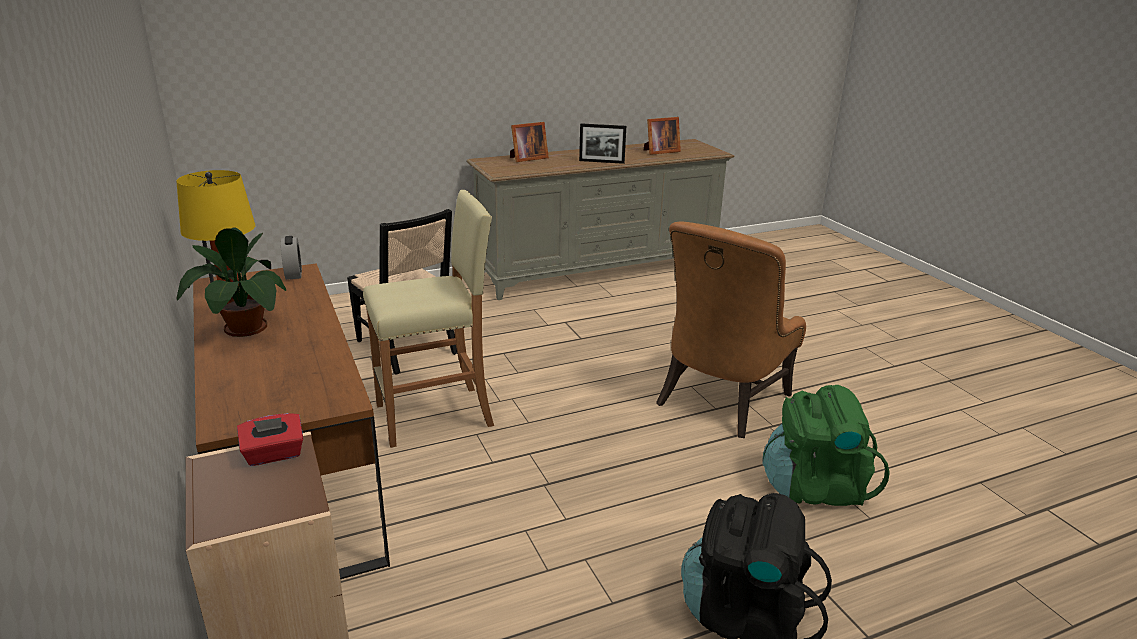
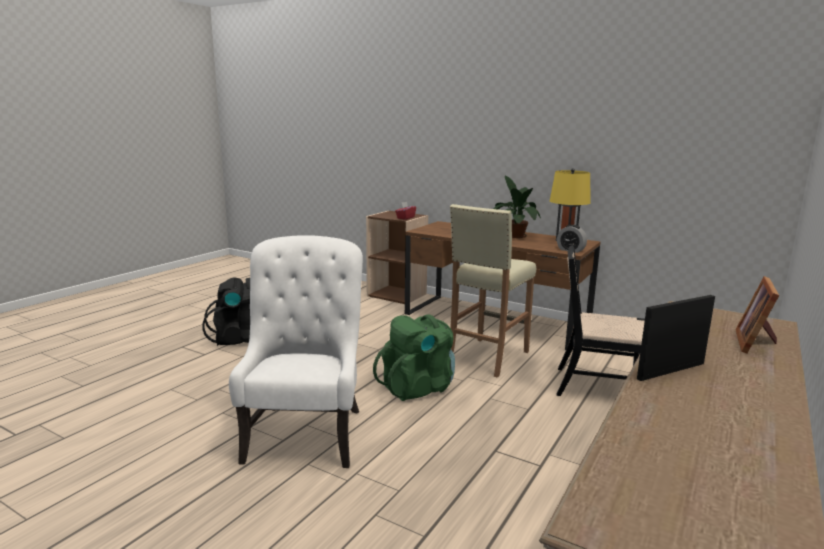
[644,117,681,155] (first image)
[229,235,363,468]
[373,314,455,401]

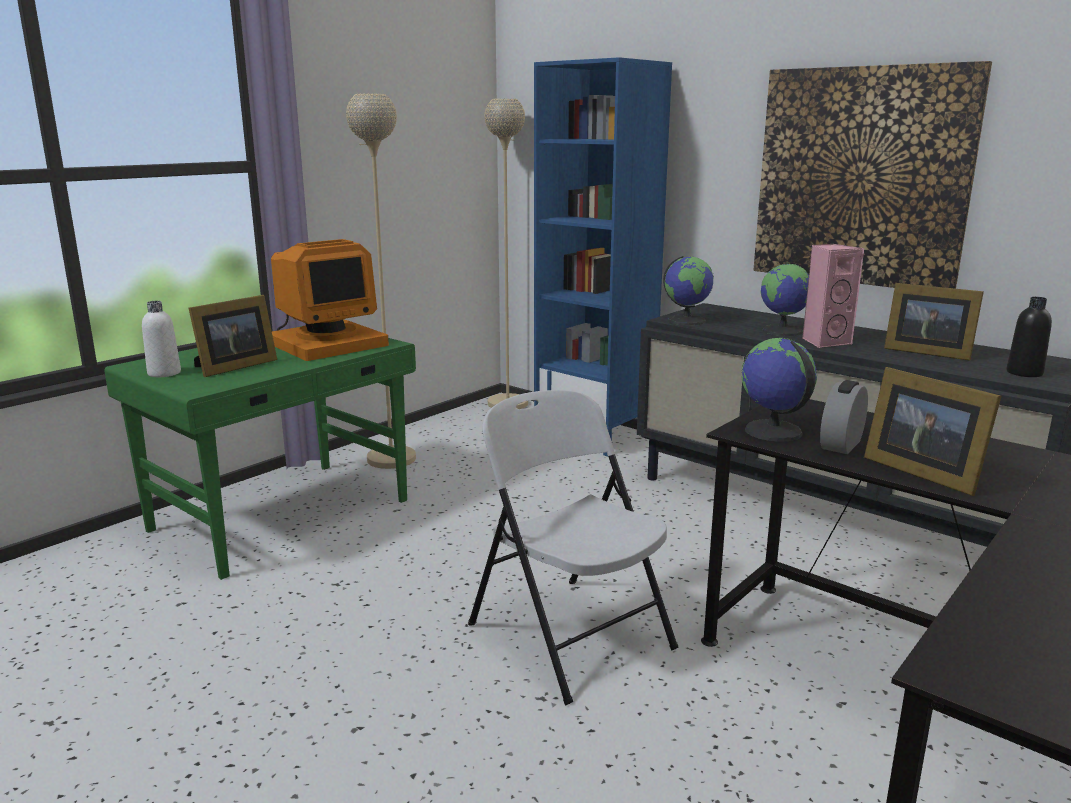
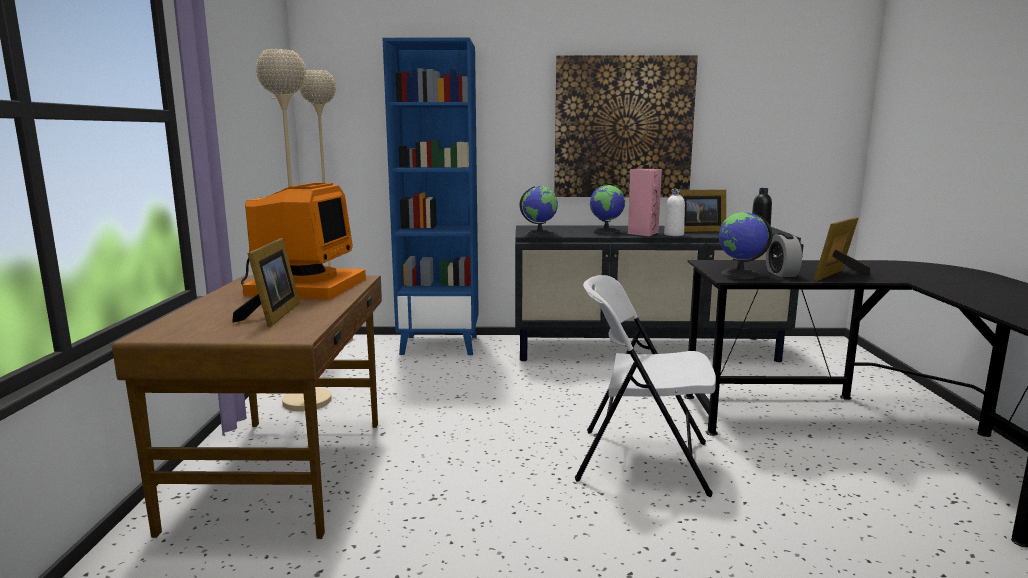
[664,189,685,236]
[112,275,382,539]
[814,217,870,281]

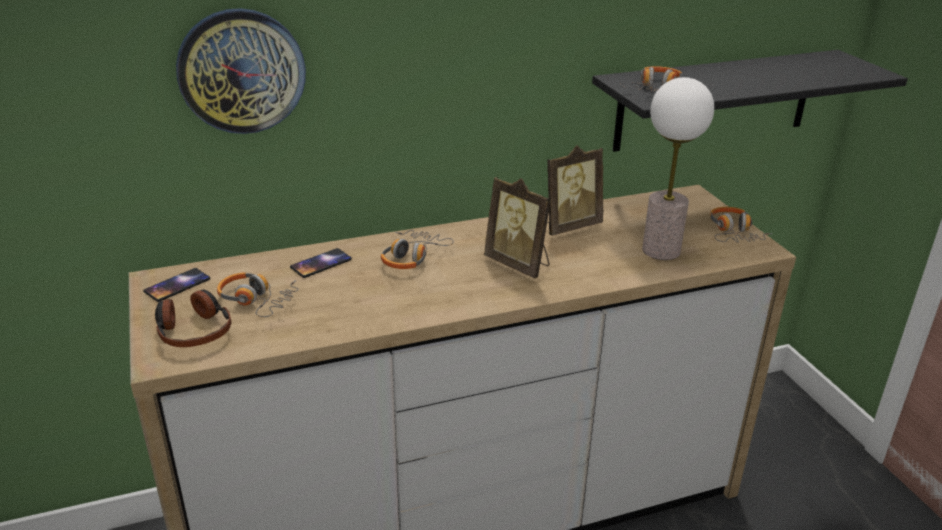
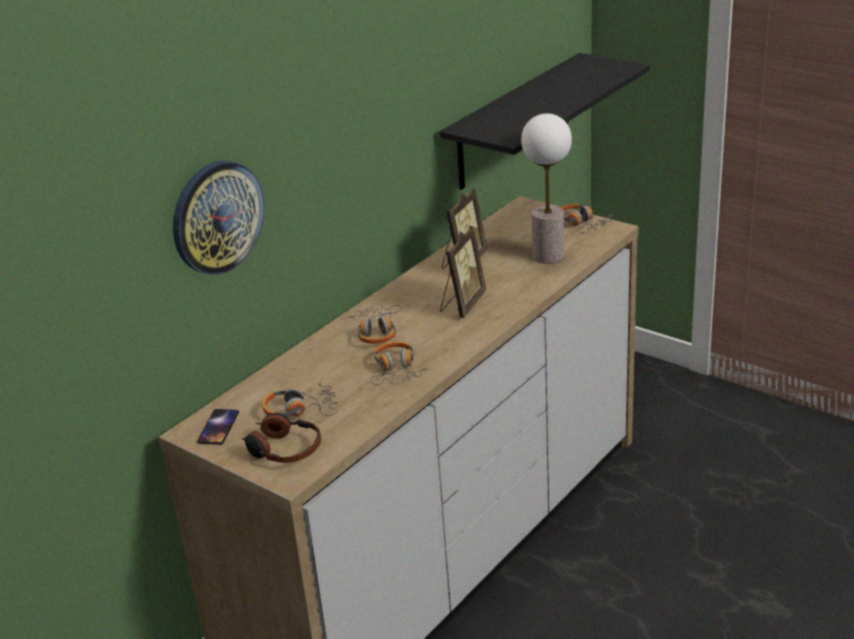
[370,342,430,385]
[440,226,486,318]
[290,248,352,278] (first image)

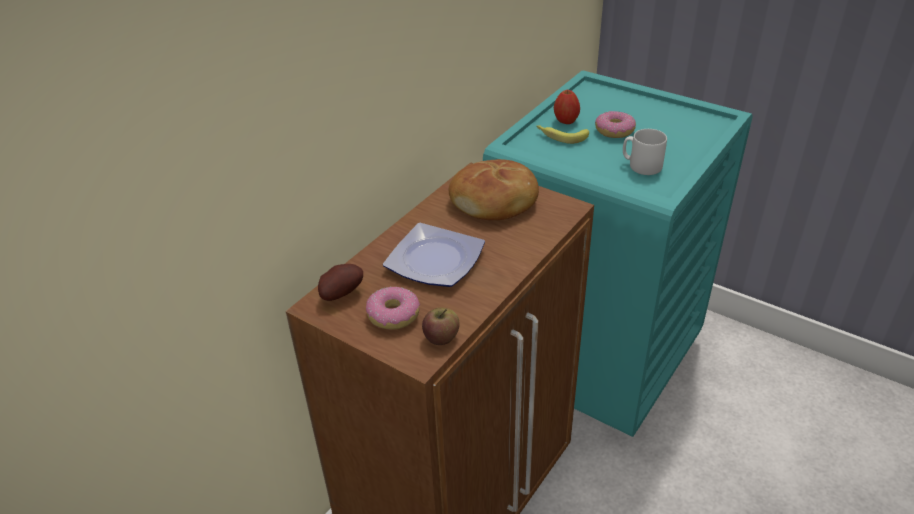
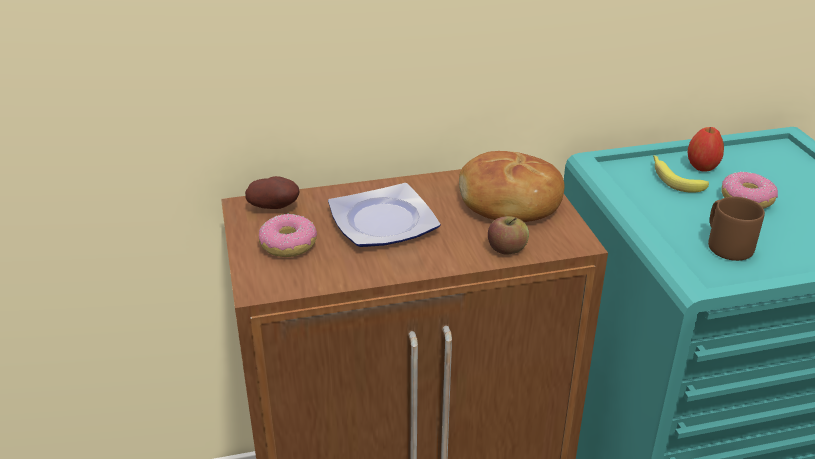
[708,197,765,261]
[488,216,529,255]

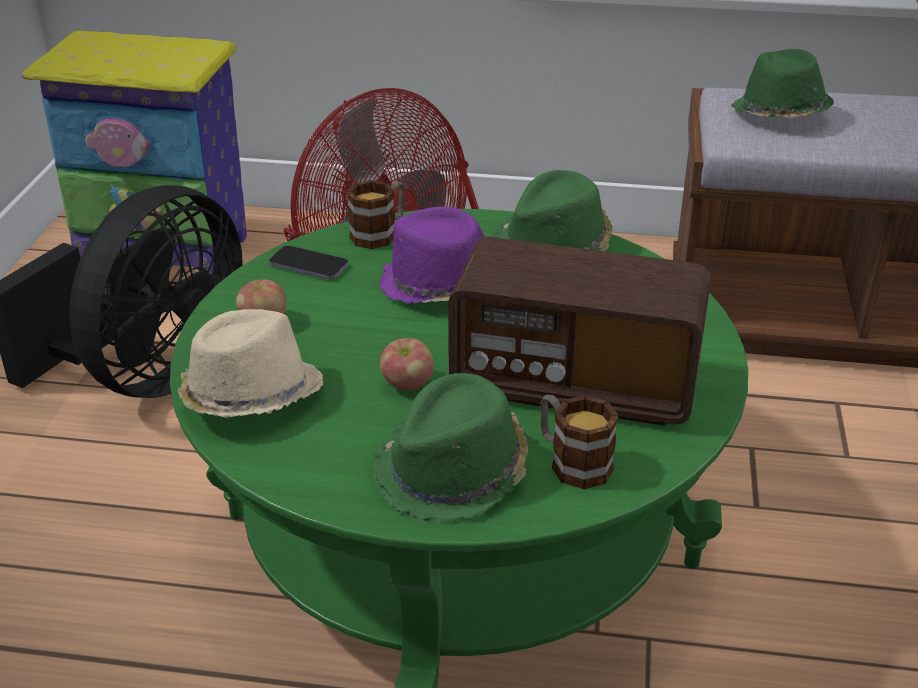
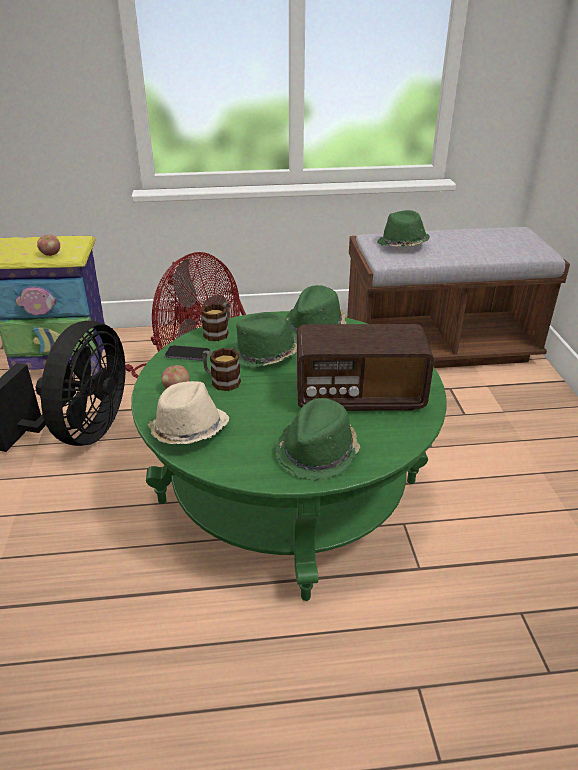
[230,312,297,368]
[37,235,60,256]
[202,348,241,391]

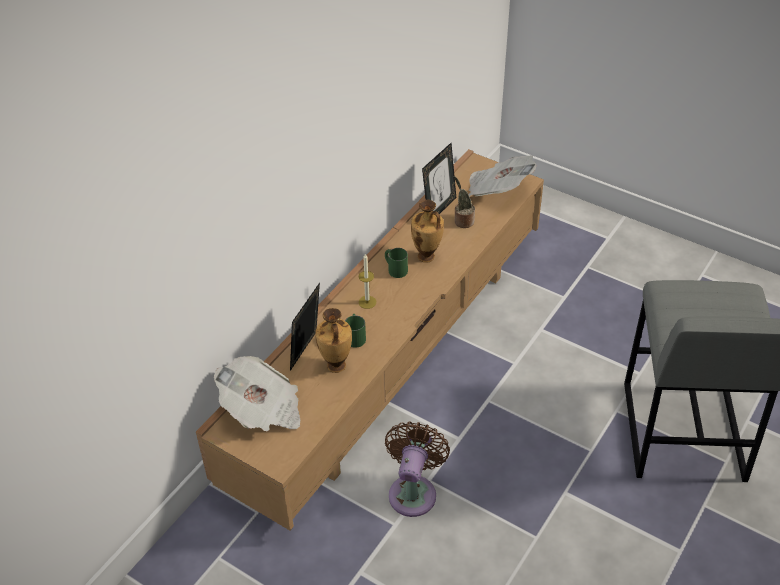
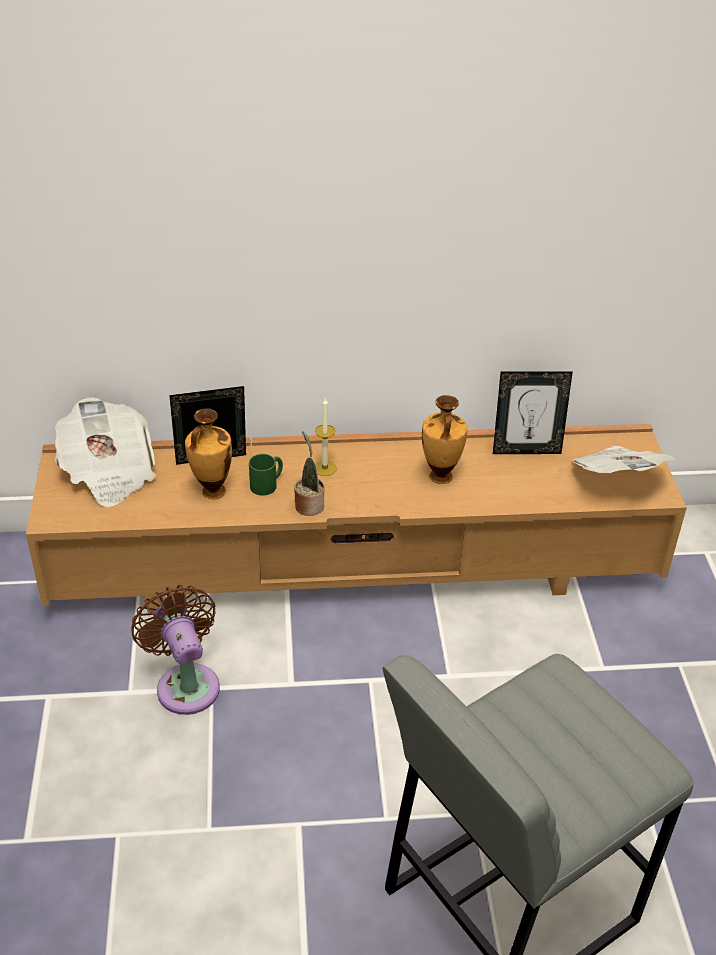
[294,431,324,516]
[385,248,408,278] (first image)
[131,585,220,715]

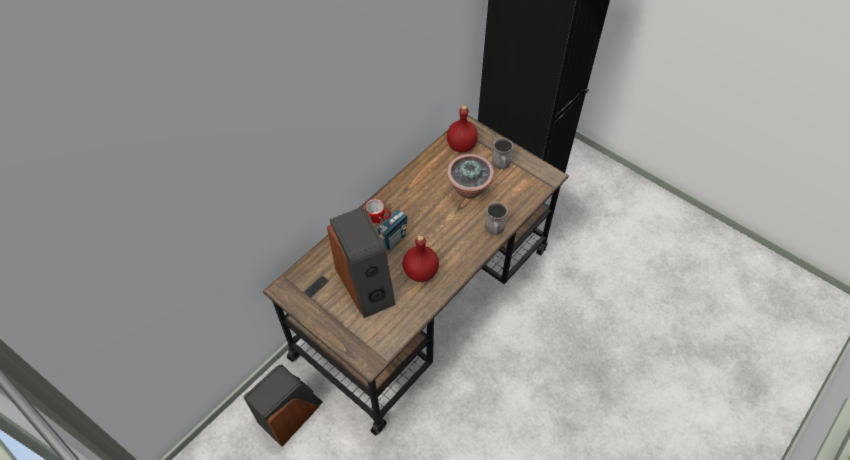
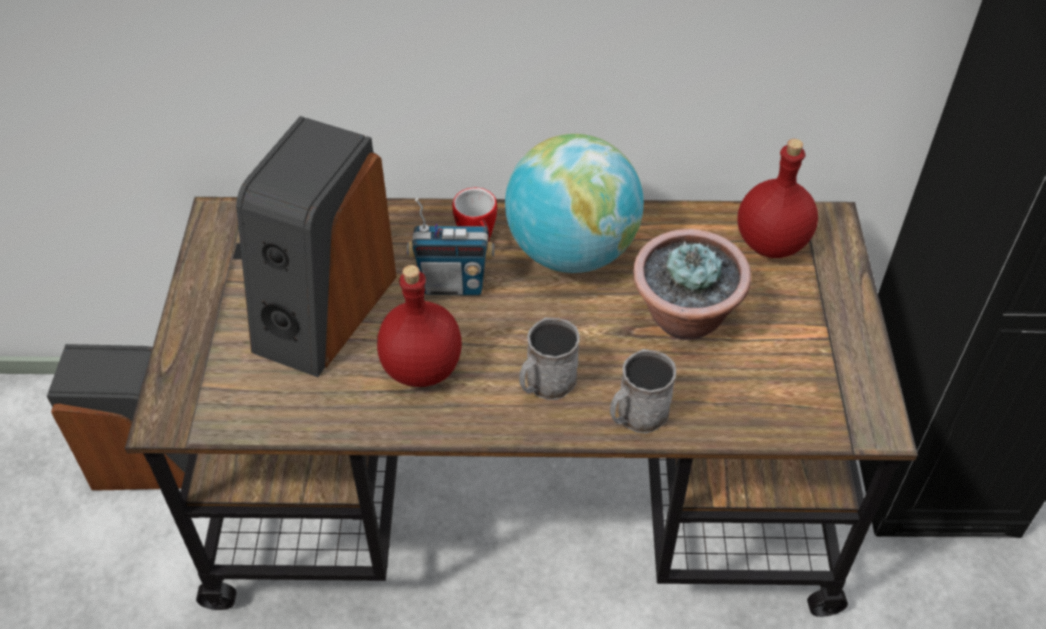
[519,318,580,400]
[505,134,644,273]

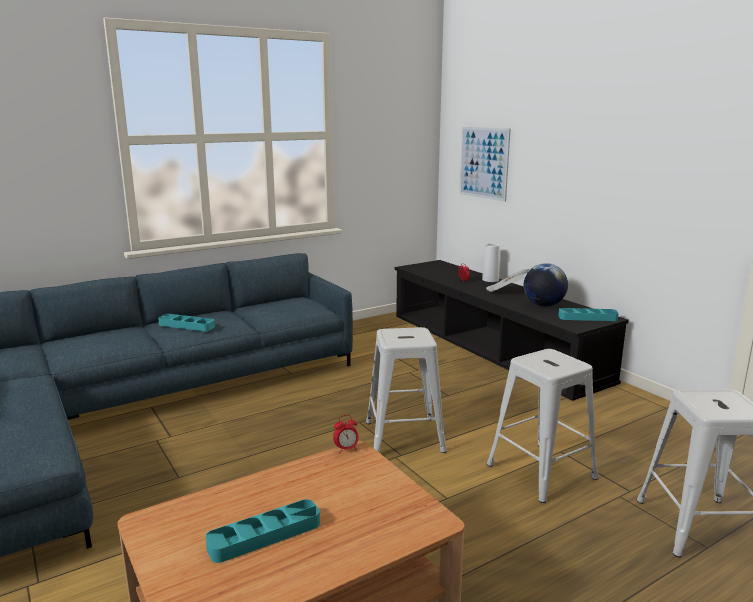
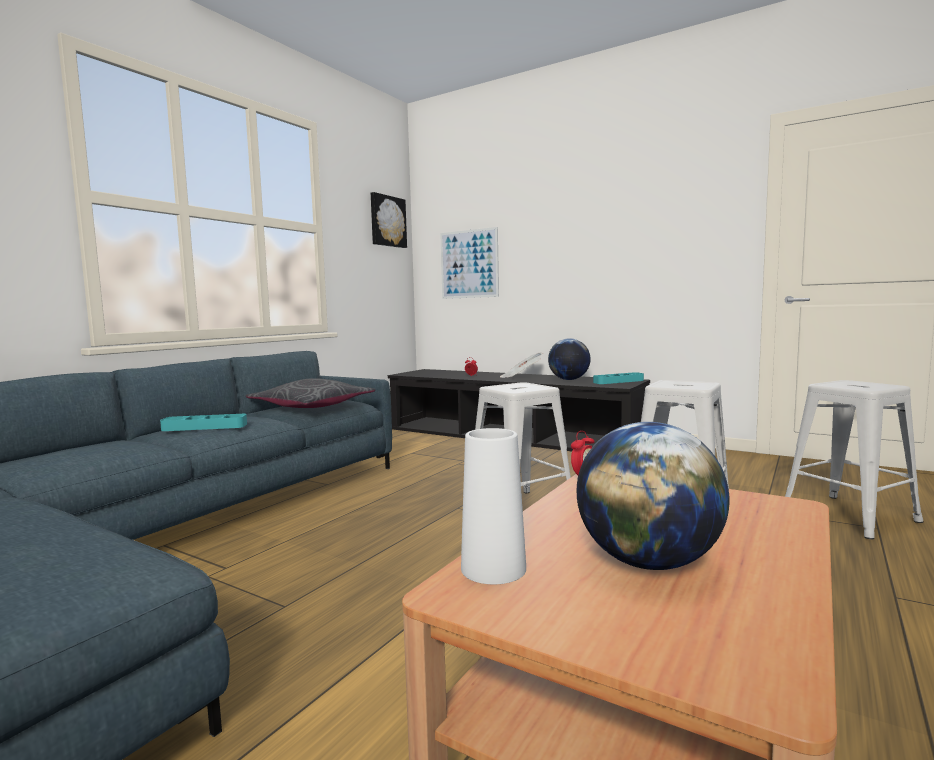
[461,428,526,584]
[577,422,730,570]
[371,192,407,248]
[246,378,375,408]

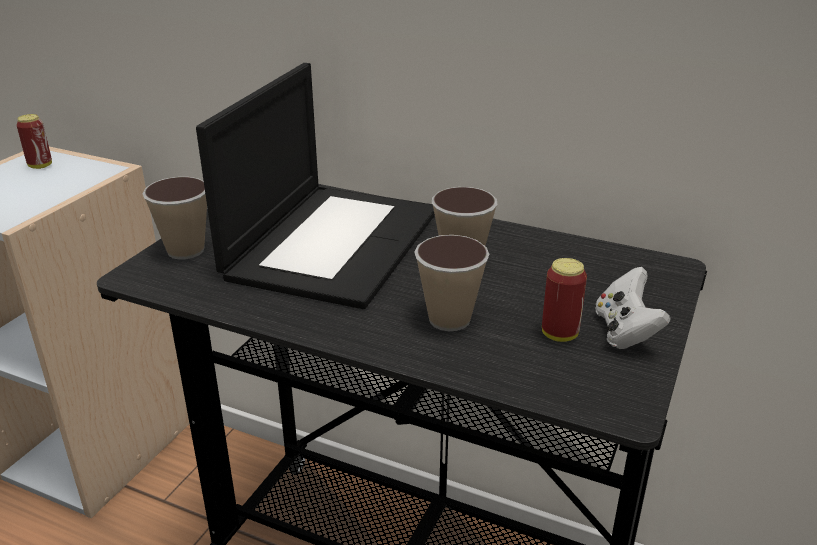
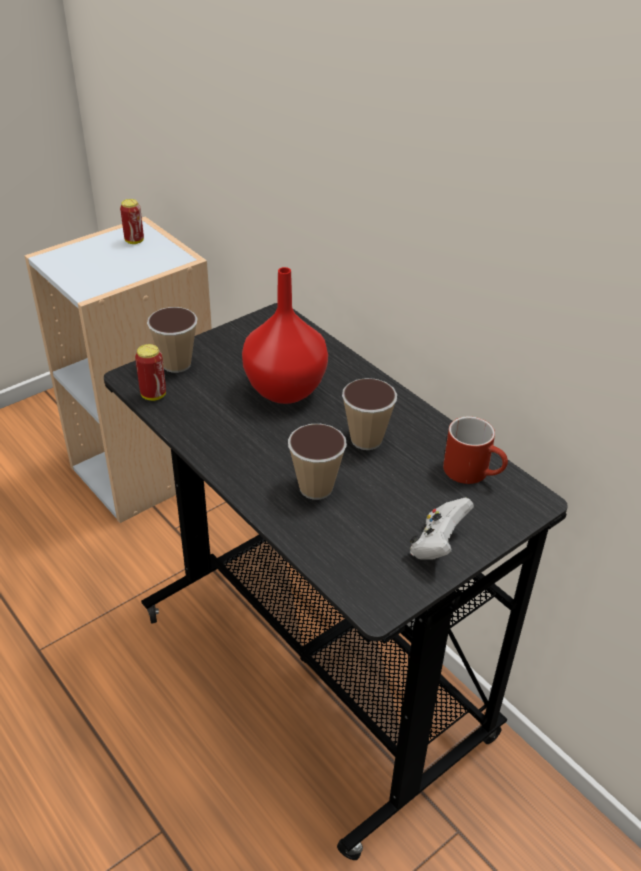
[242,267,328,404]
[135,344,166,401]
[443,416,508,484]

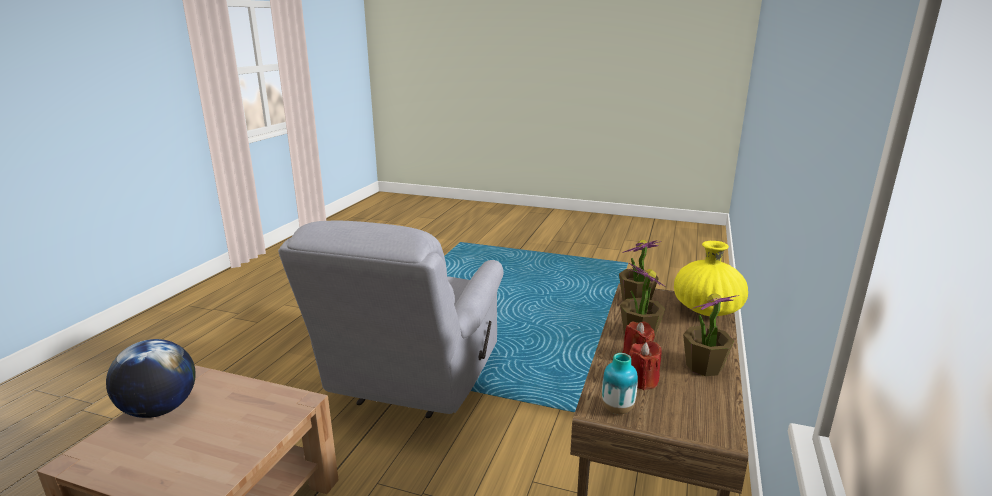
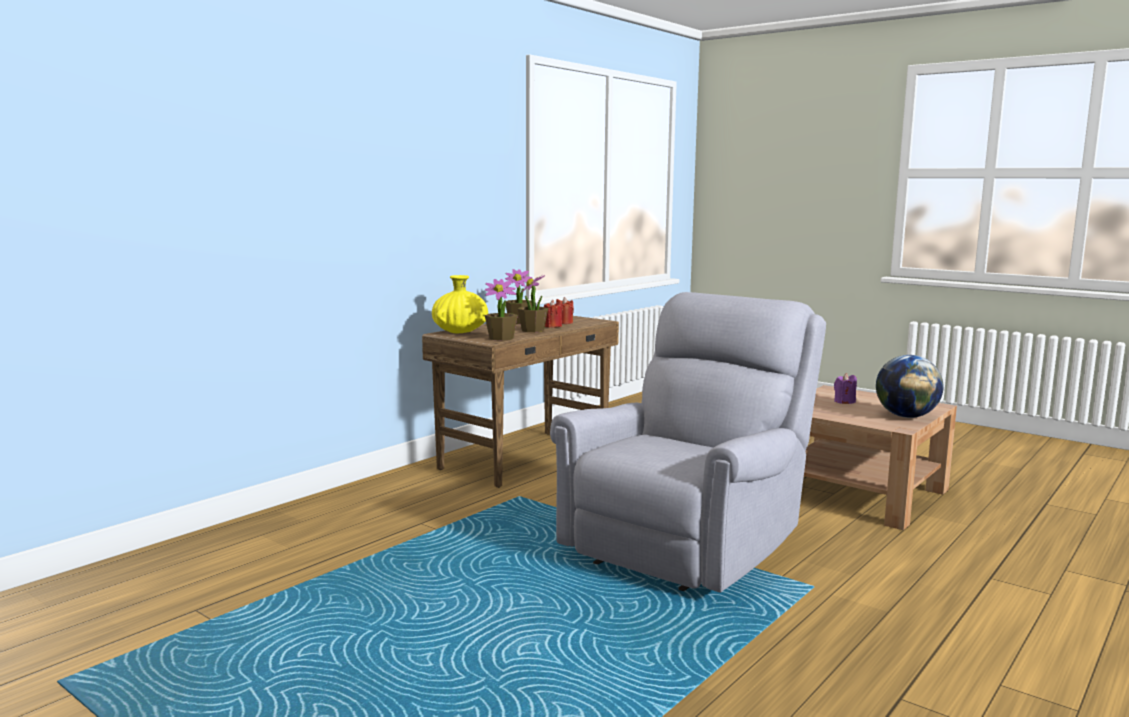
[602,353,638,414] (first image)
[834,373,857,404]

